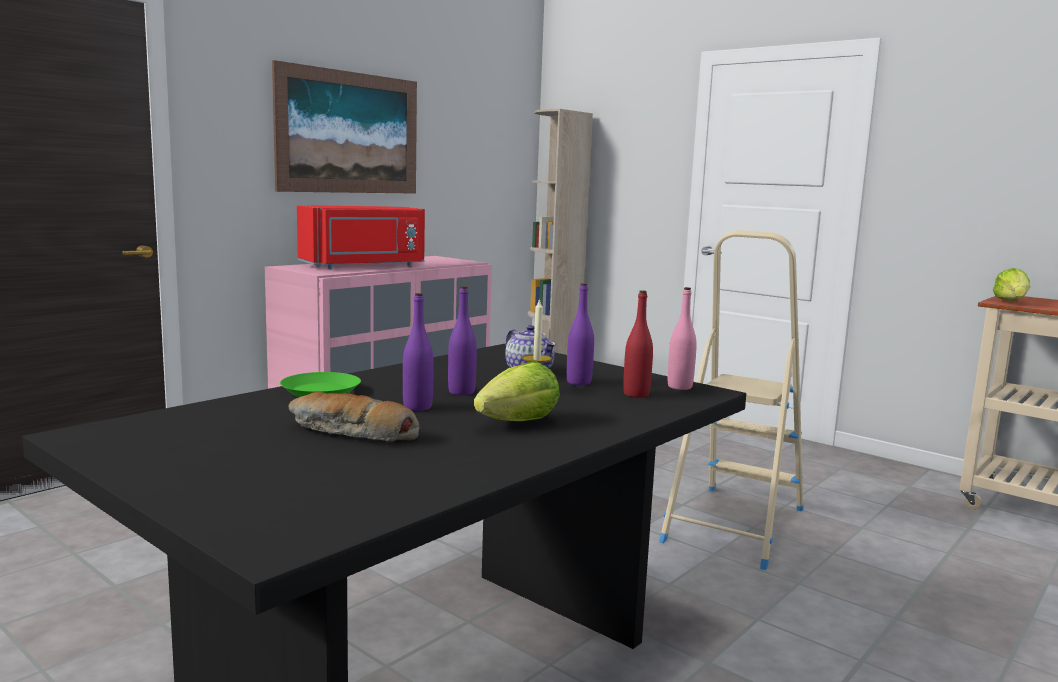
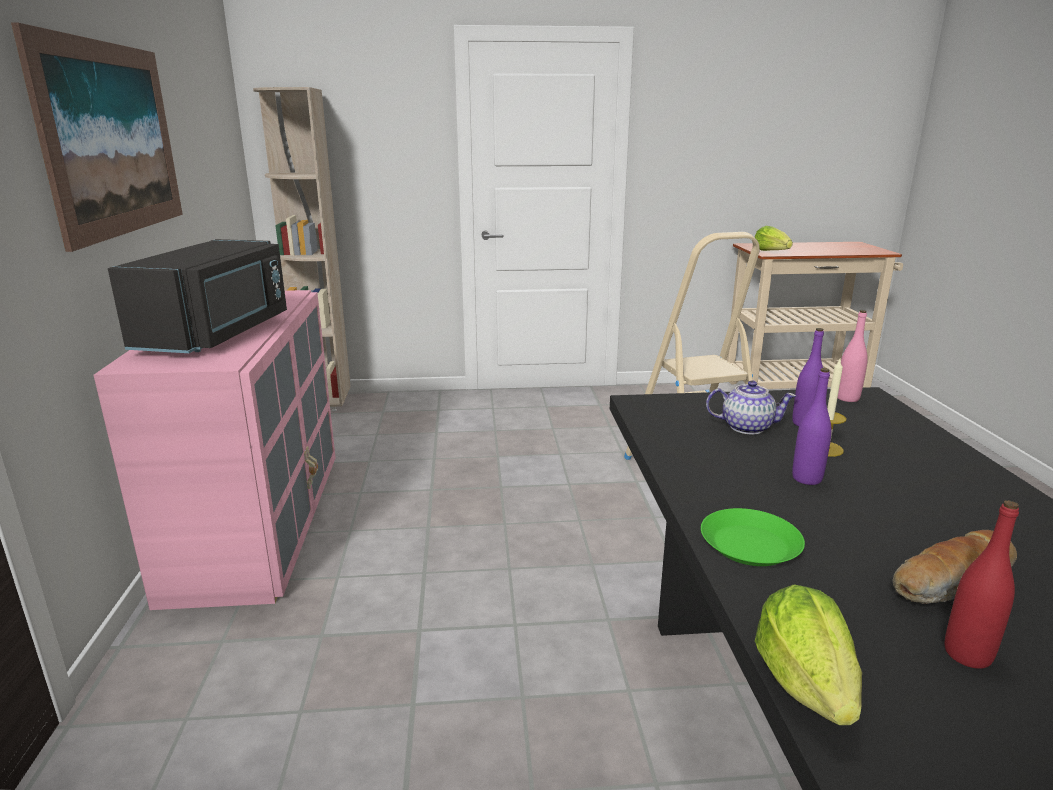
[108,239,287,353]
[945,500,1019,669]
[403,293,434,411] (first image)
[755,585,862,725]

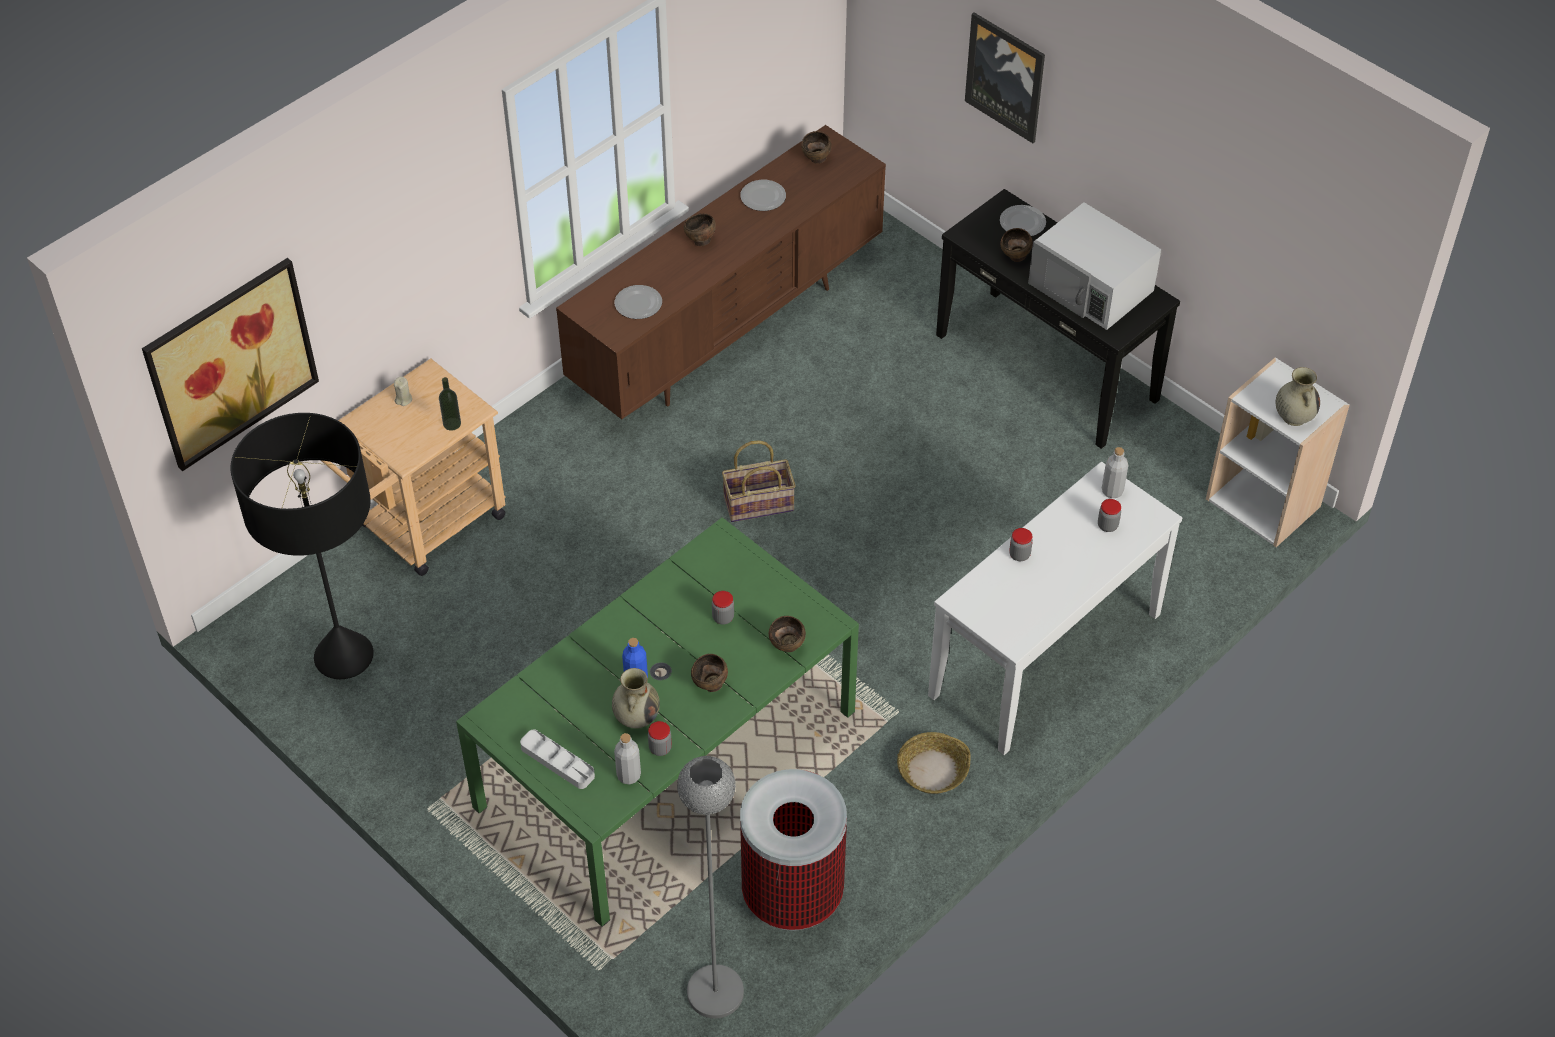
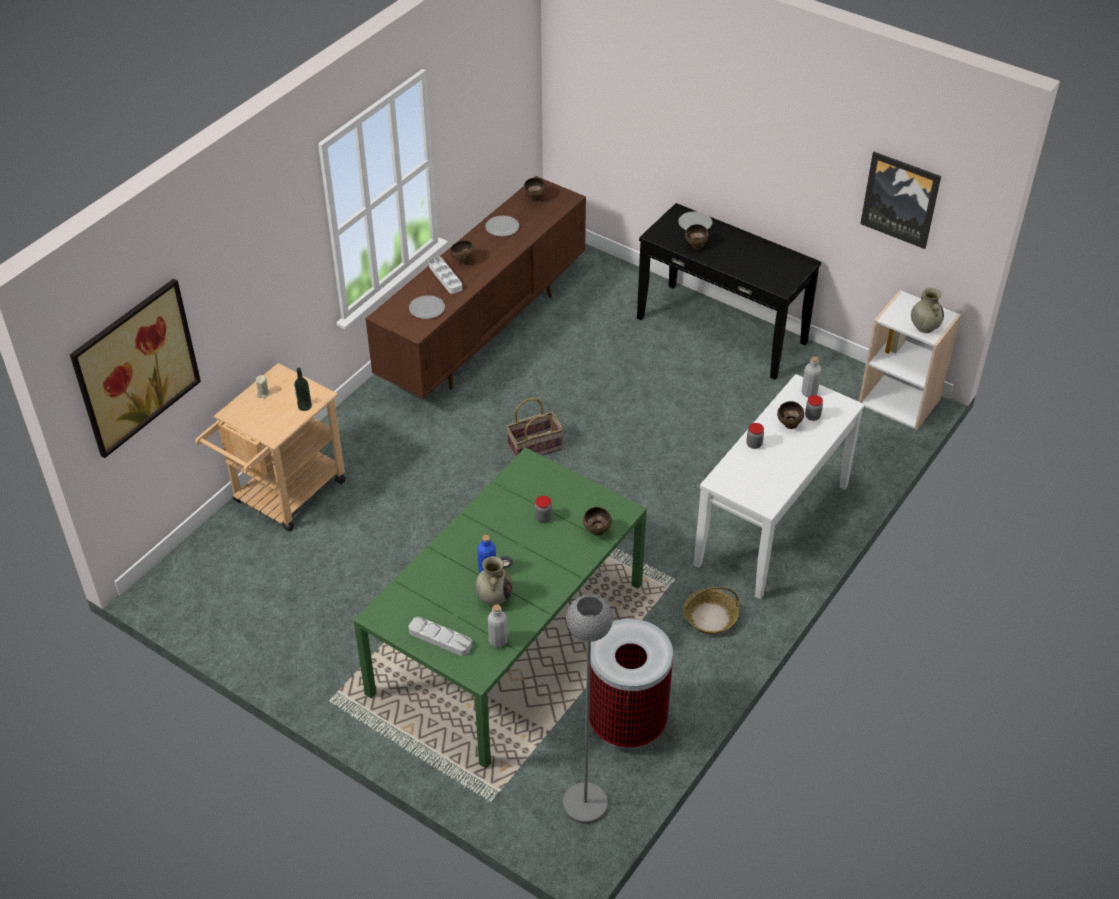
[860,152,941,249]
[1028,202,1161,330] (first image)
[230,413,374,679] (first image)
[777,401,804,429]
[648,721,672,756] (first image)
[429,256,462,294]

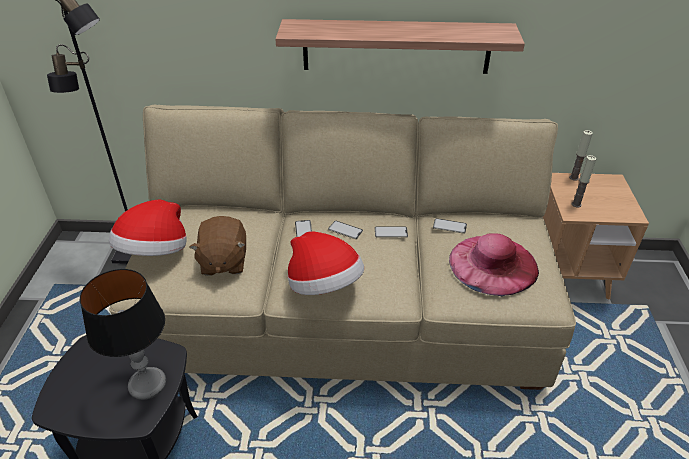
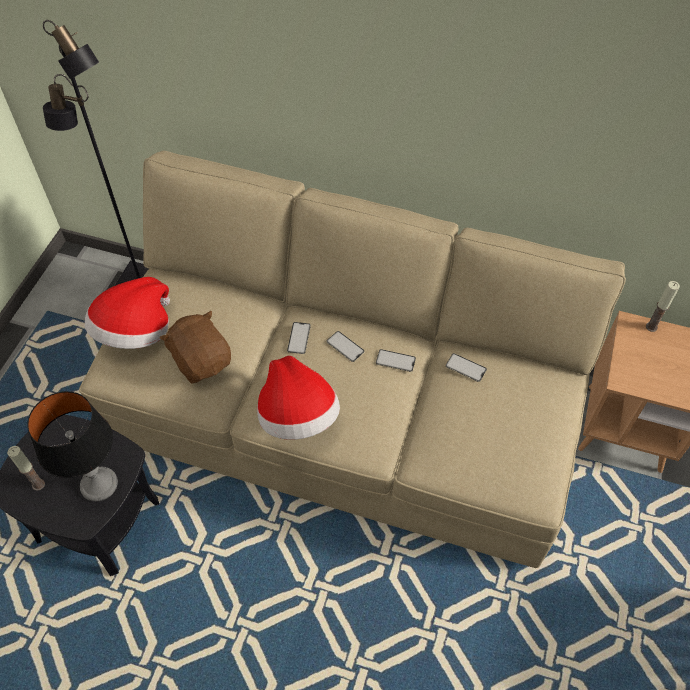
[275,19,525,74] (first image)
[7,446,45,491]
[160,311,231,384]
[449,233,539,296] (first image)

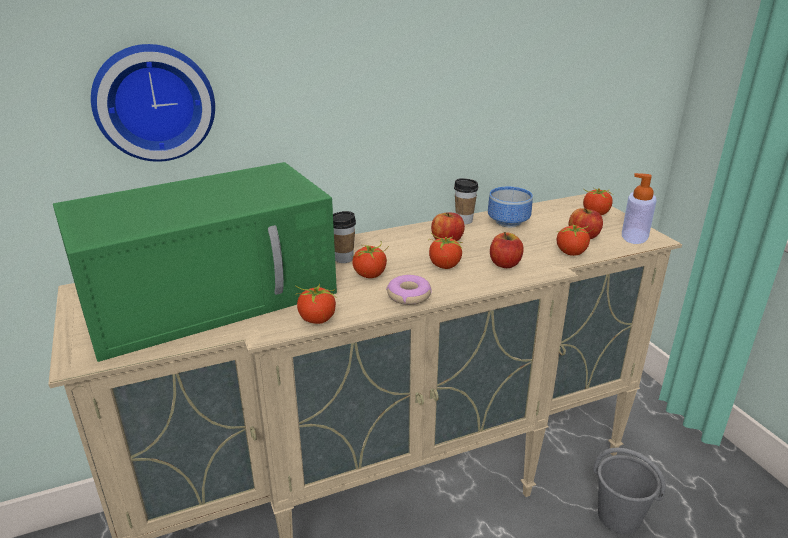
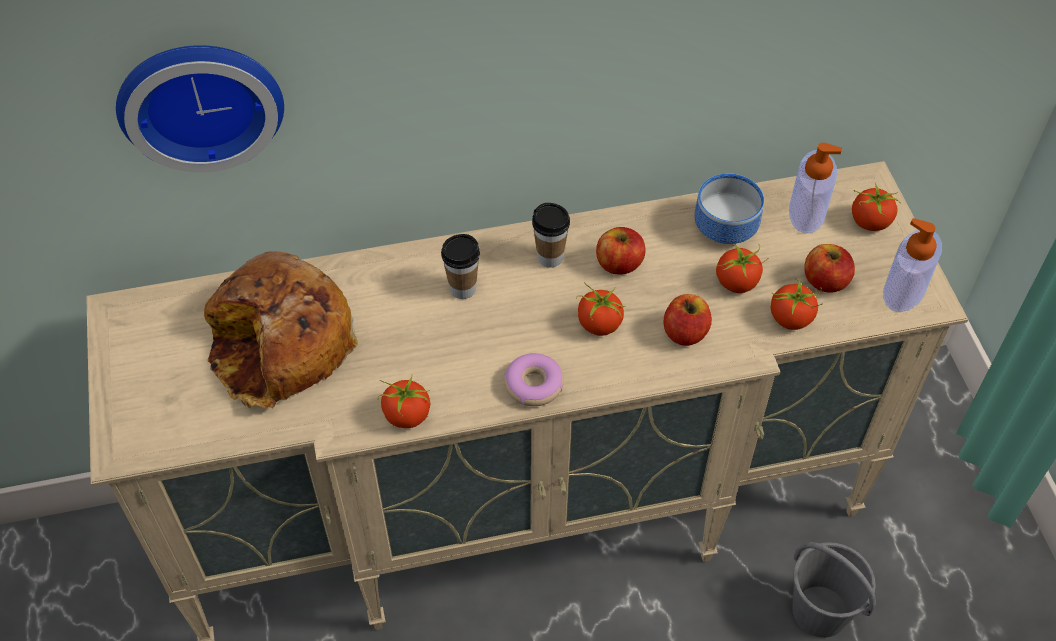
[204,251,358,409]
[532,203,570,268]
[716,244,769,293]
[789,143,842,233]

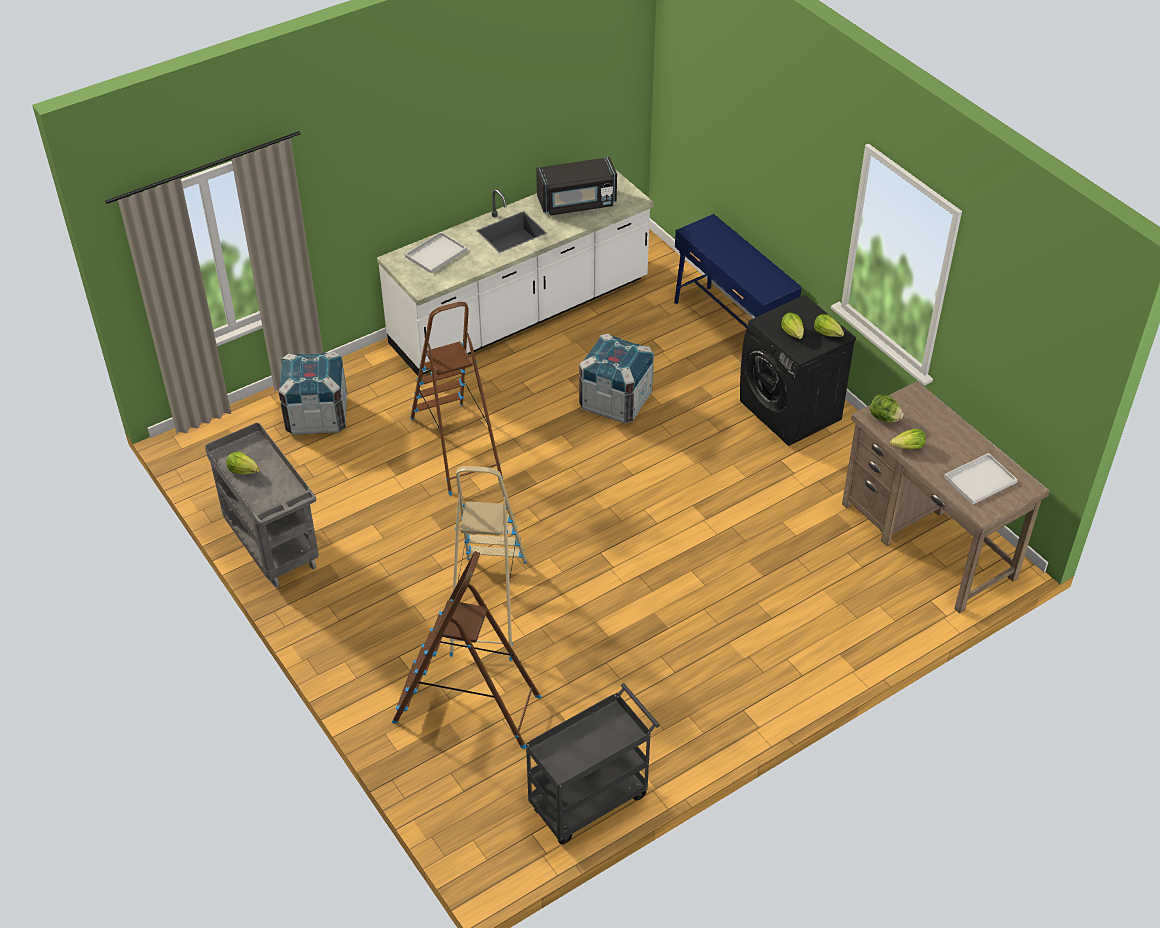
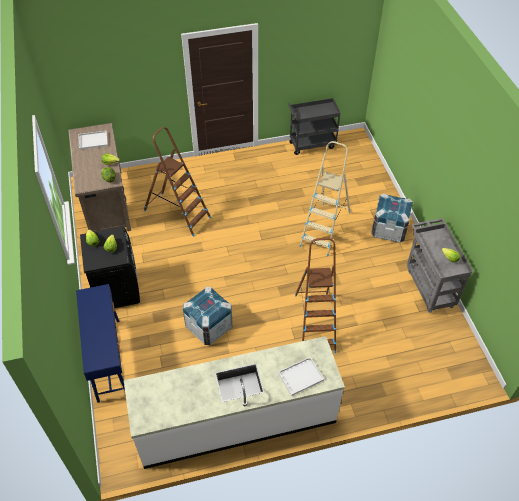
[536,157,617,216] (first image)
[371,194,413,243]
[144,127,211,236]

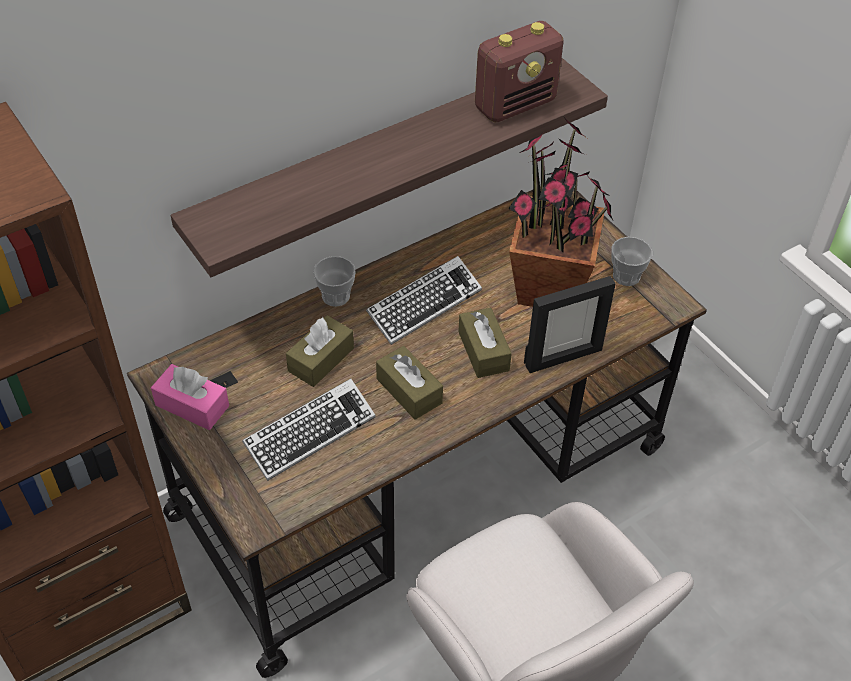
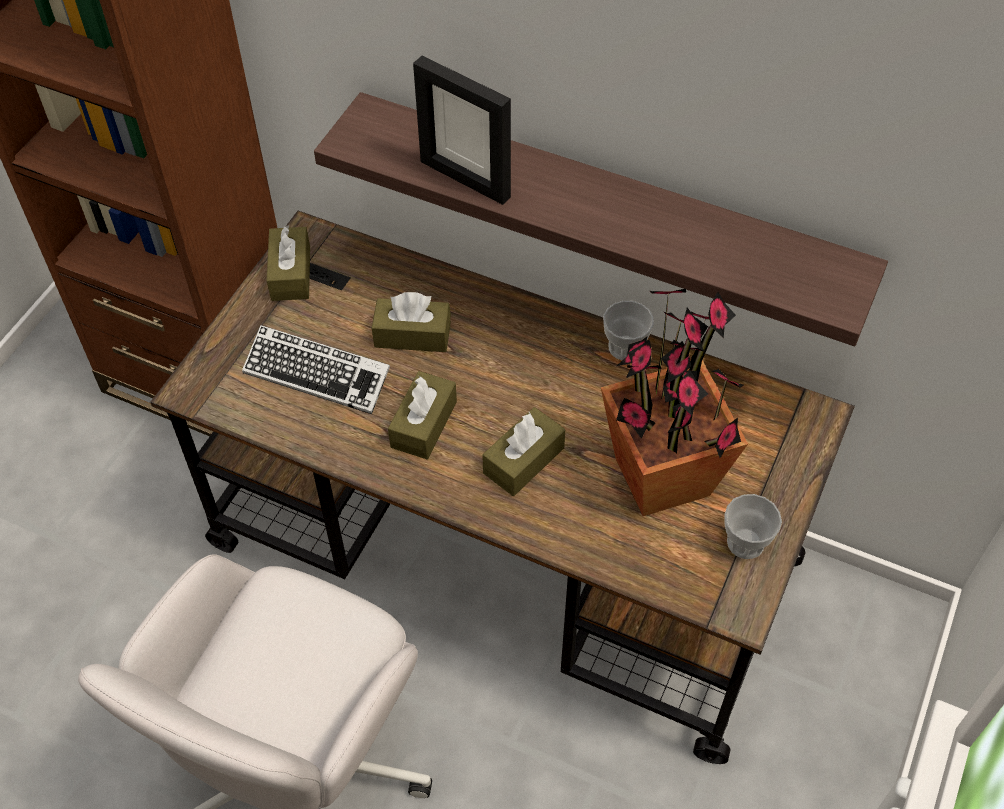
[475,21,564,123] (first image)
[603,301,654,360]
[366,256,482,345] (first image)
[413,56,511,205]
[267,225,310,301]

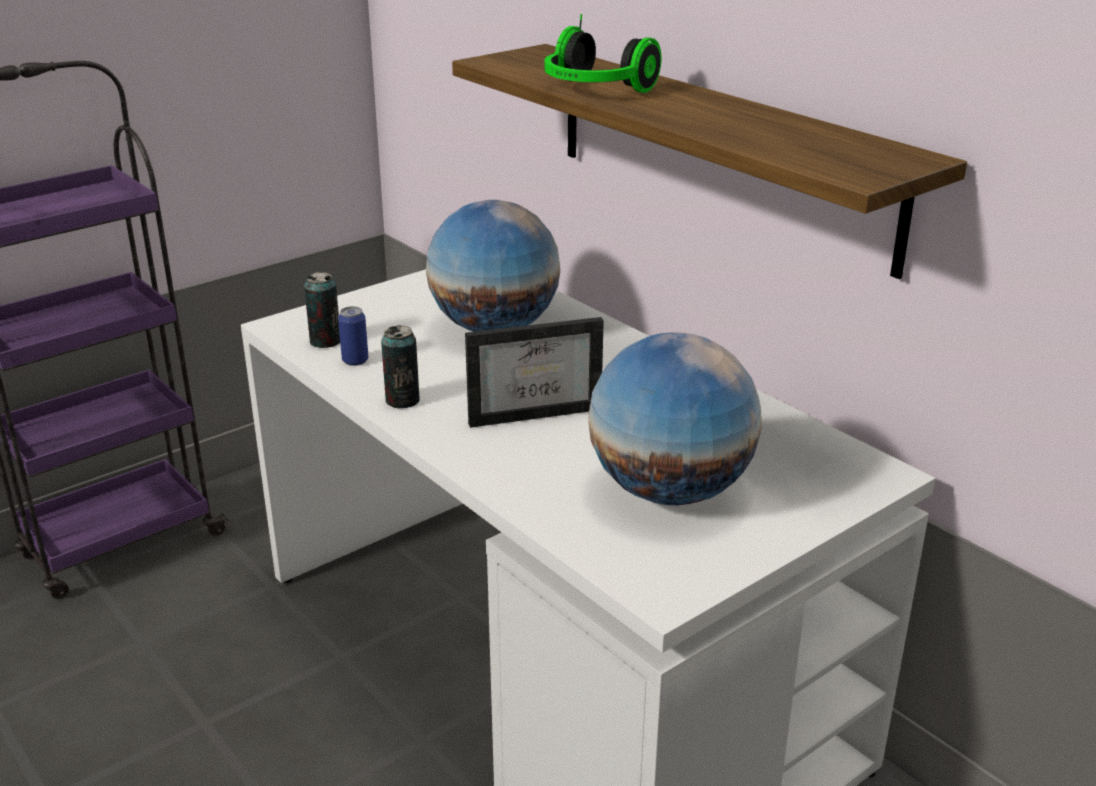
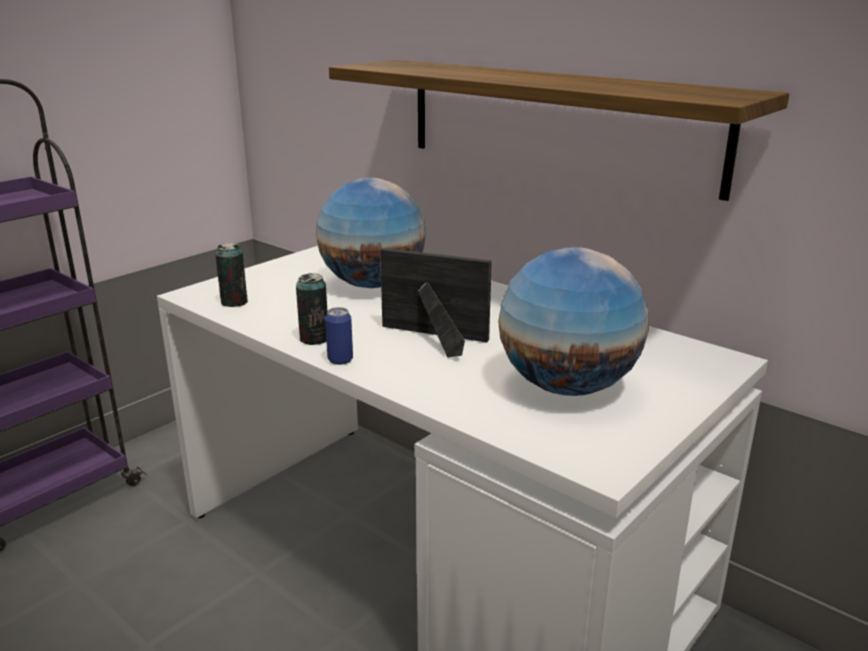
[545,14,661,93] (first image)
[325,307,353,365]
[380,248,492,357]

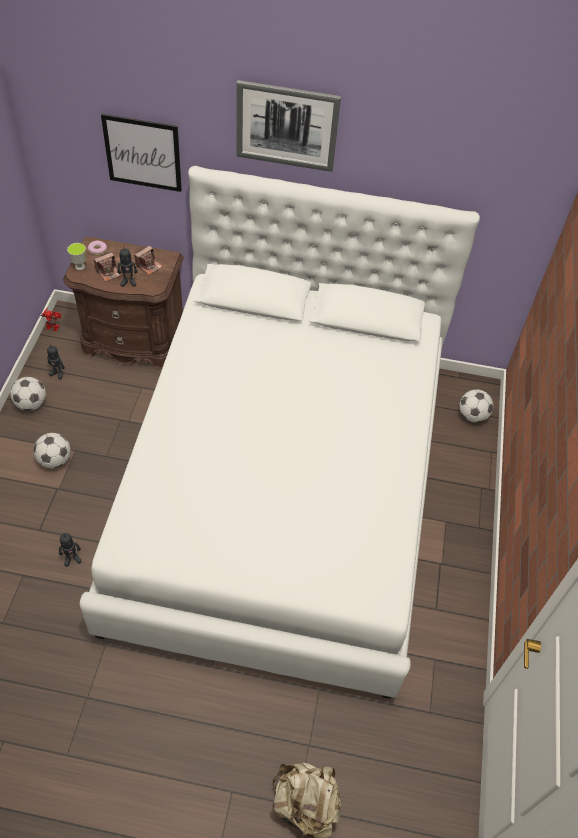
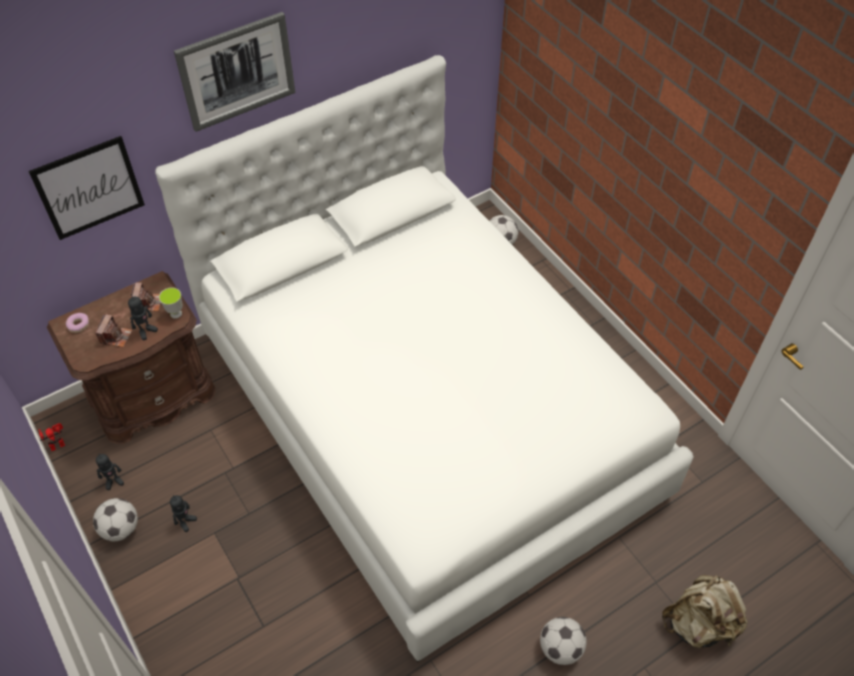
[159,288,183,319]
[540,617,587,665]
[170,495,197,532]

